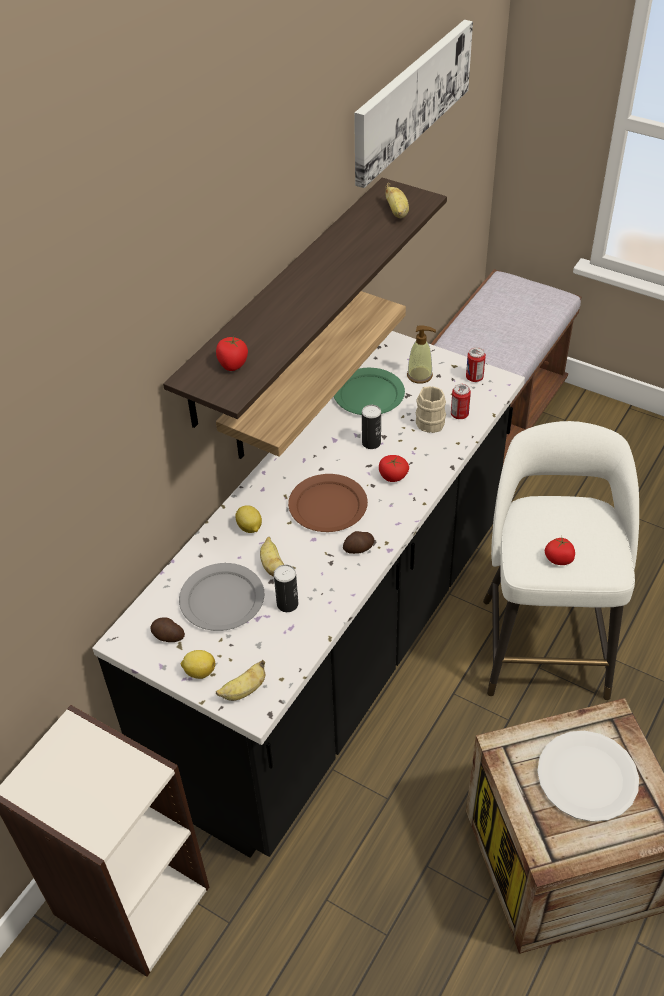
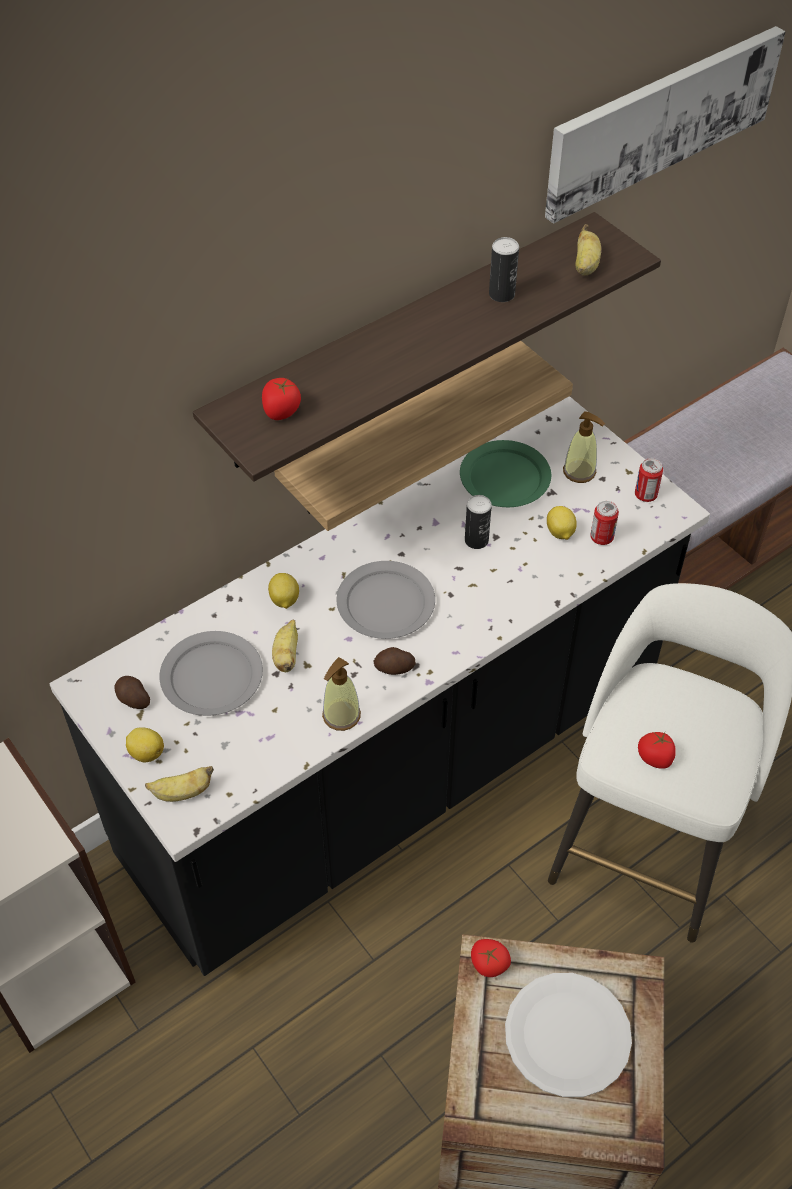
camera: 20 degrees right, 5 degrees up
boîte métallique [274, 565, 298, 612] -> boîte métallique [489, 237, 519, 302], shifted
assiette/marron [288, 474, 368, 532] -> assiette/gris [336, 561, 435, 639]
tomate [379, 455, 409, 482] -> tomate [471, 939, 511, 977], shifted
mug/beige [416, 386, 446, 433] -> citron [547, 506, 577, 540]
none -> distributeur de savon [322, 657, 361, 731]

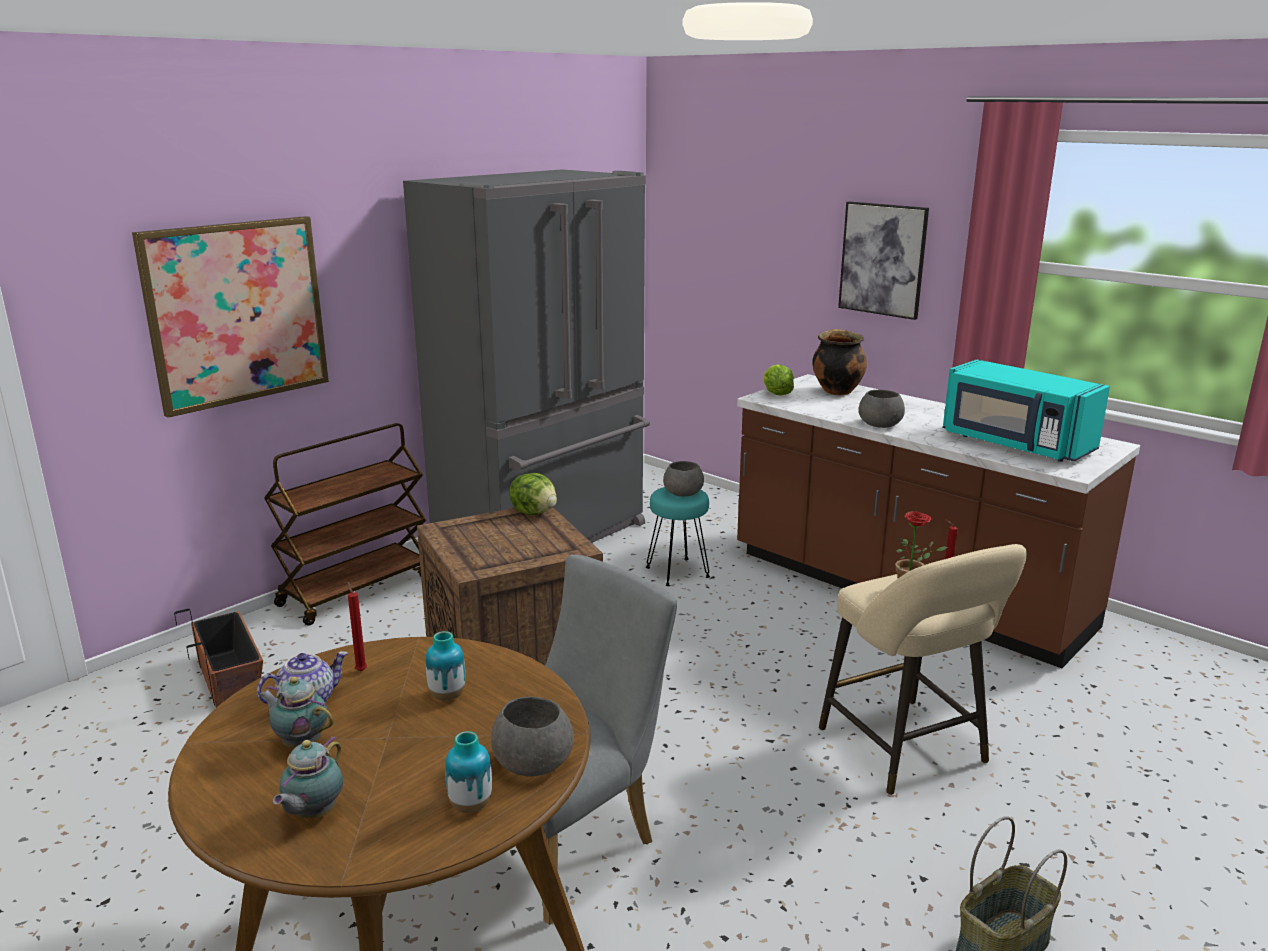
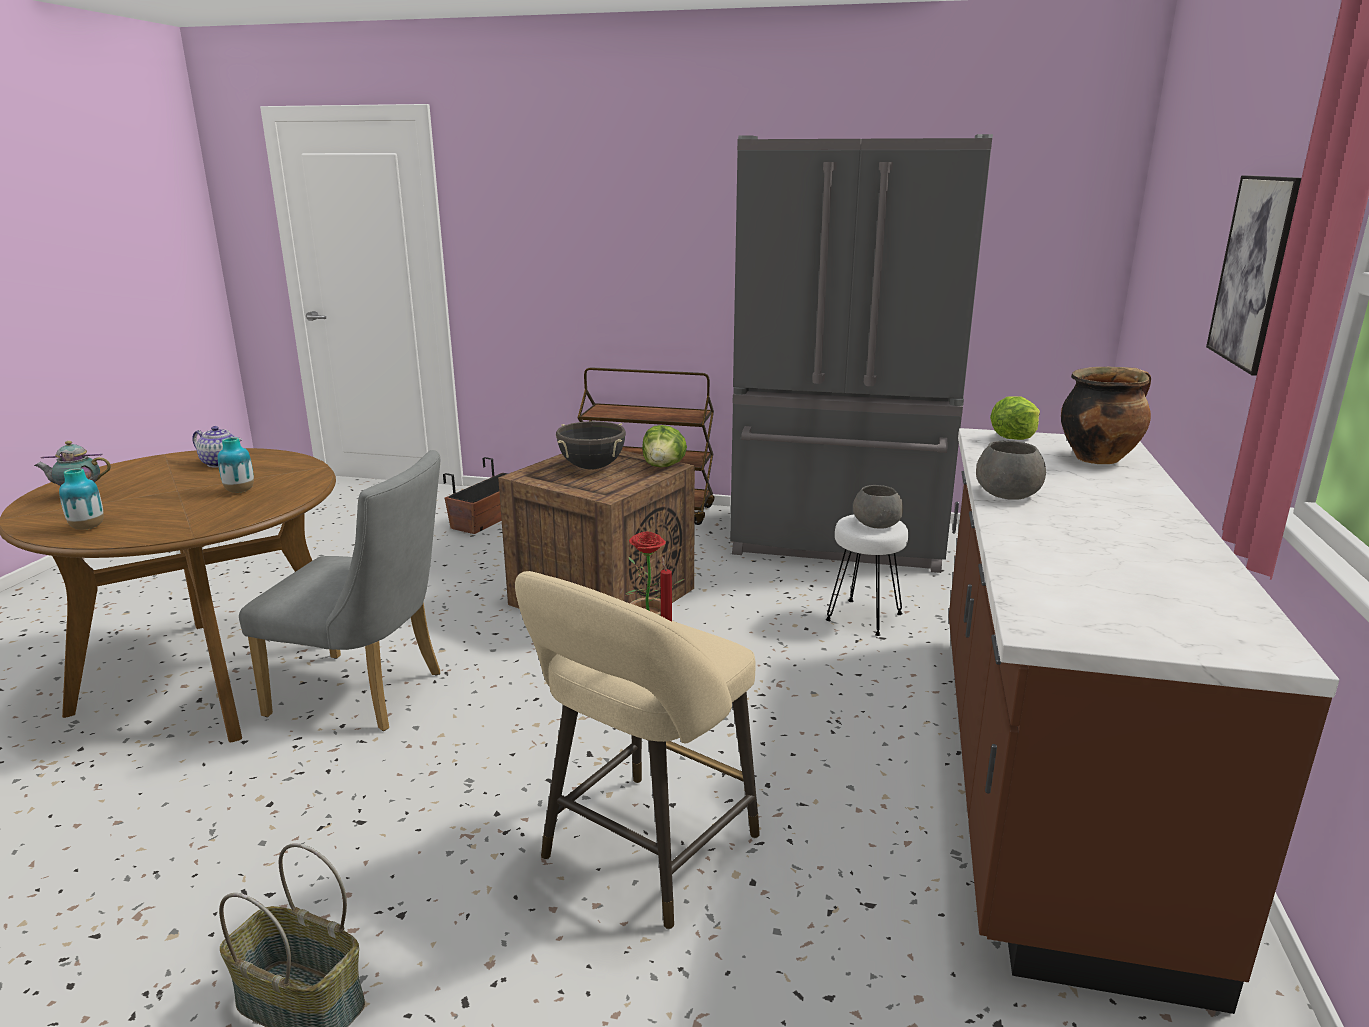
camera: 60 degrees right, 0 degrees up
tableau [132, 216, 329, 418] -> none
théière [259, 677, 333, 748] -> none
bougie/rouge [348, 582, 367, 671] -> none
bol/gris [491, 697, 573, 776] -> none
tabouret/turquoise [646, 487, 710, 586] -> tabouret/blanc [825, 514, 908, 636]
micro-ondes/turquoise [943, 360, 1110, 462] -> none
none -> marmite/noir [556, 421, 626, 470]

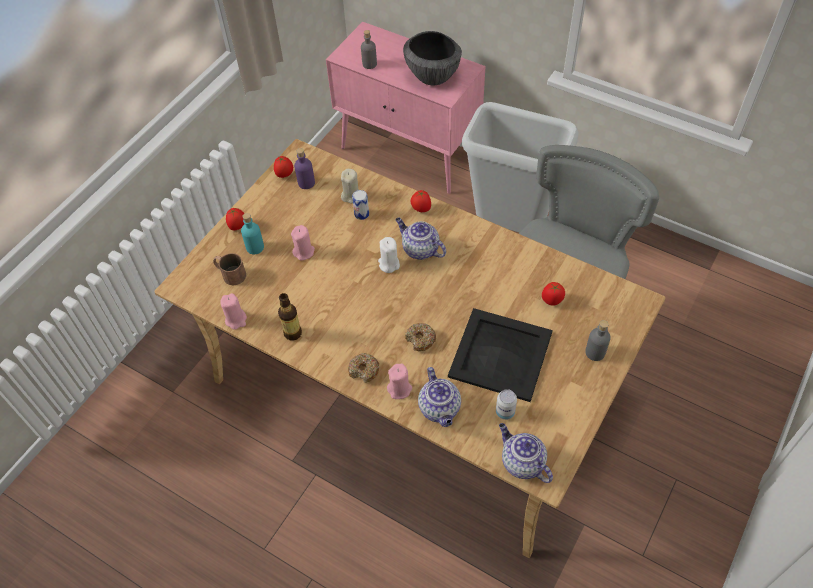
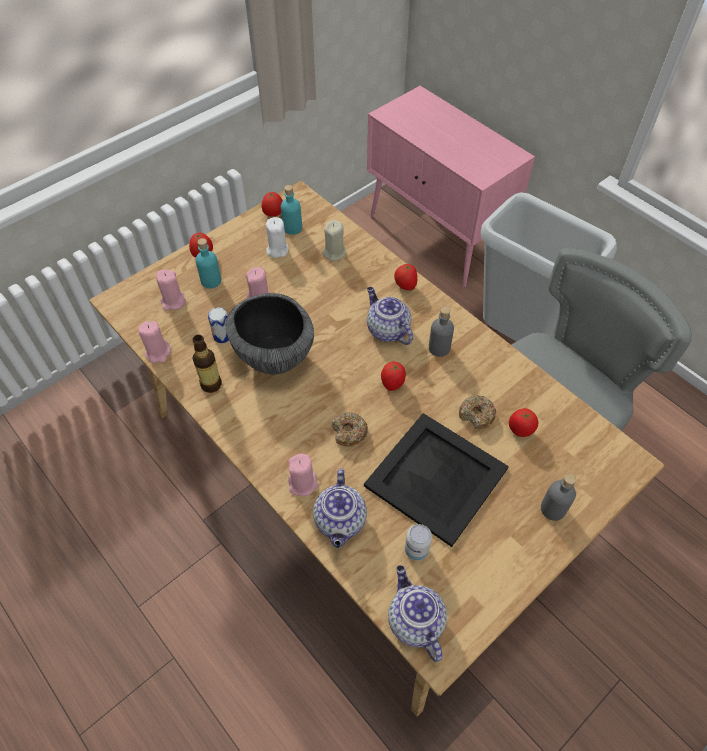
camera: 15 degrees right, 0 degrees up
mug/marron [213, 253, 246, 285] -> bougie/rose [156, 269, 186, 310]
bouteille/violet [294, 148, 315, 189] -> bouteille/turquoise [281, 185, 302, 235]
beignet [348, 353, 379, 383] -> beignet [459, 395, 496, 429], shifted
boîte métallique [352, 190, 369, 220] -> boîte métallique [208, 307, 229, 343], shifted
bouteille/gris [361, 30, 377, 69] -> bouteille/gris [429, 306, 454, 357], shifted
bougie/blanc [378, 237, 400, 273] -> bougie/blanc [266, 217, 289, 258], shifted
bol [403, 31, 462, 85] -> bol [226, 293, 314, 375], shifted
none -> tomate [381, 362, 406, 391]

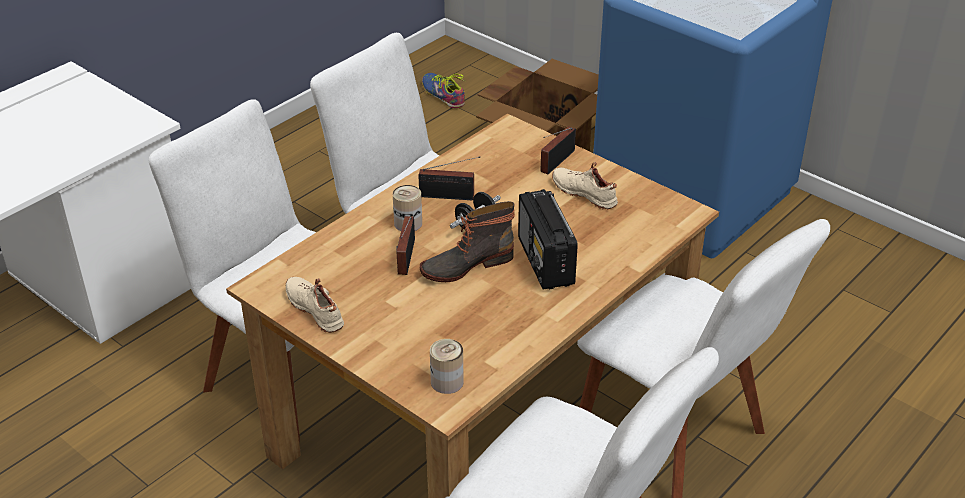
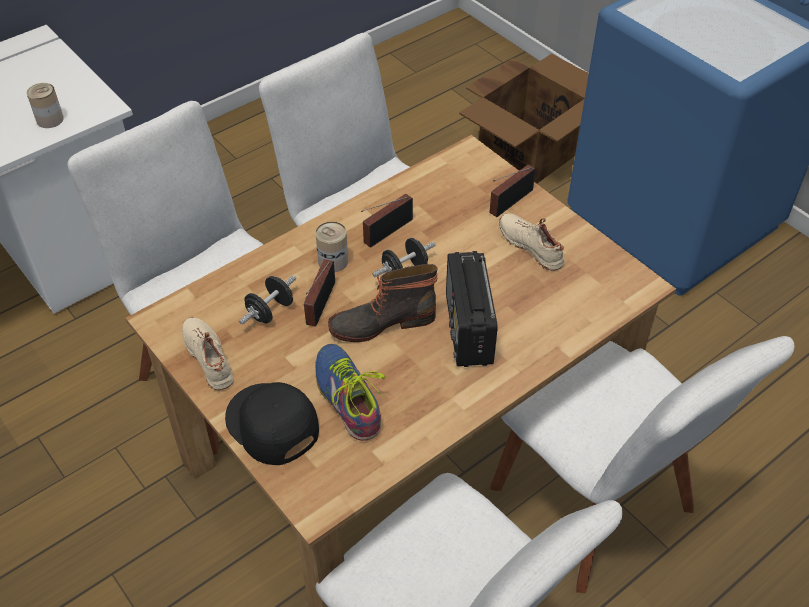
camera: 10 degrees right, 10 degrees up
radio [418, 157, 480, 200] -> radio [361, 194, 413, 248], 120 degrees clockwise
chaussure [422, 73, 465, 108] -> chaussure [315, 344, 386, 441], shifted
boîte métallique [430, 339, 464, 394] -> boîte métallique [27, 83, 64, 128], shifted
none -> casquette/noir [225, 382, 319, 465]
none -> haltère/noir [239, 275, 296, 324]

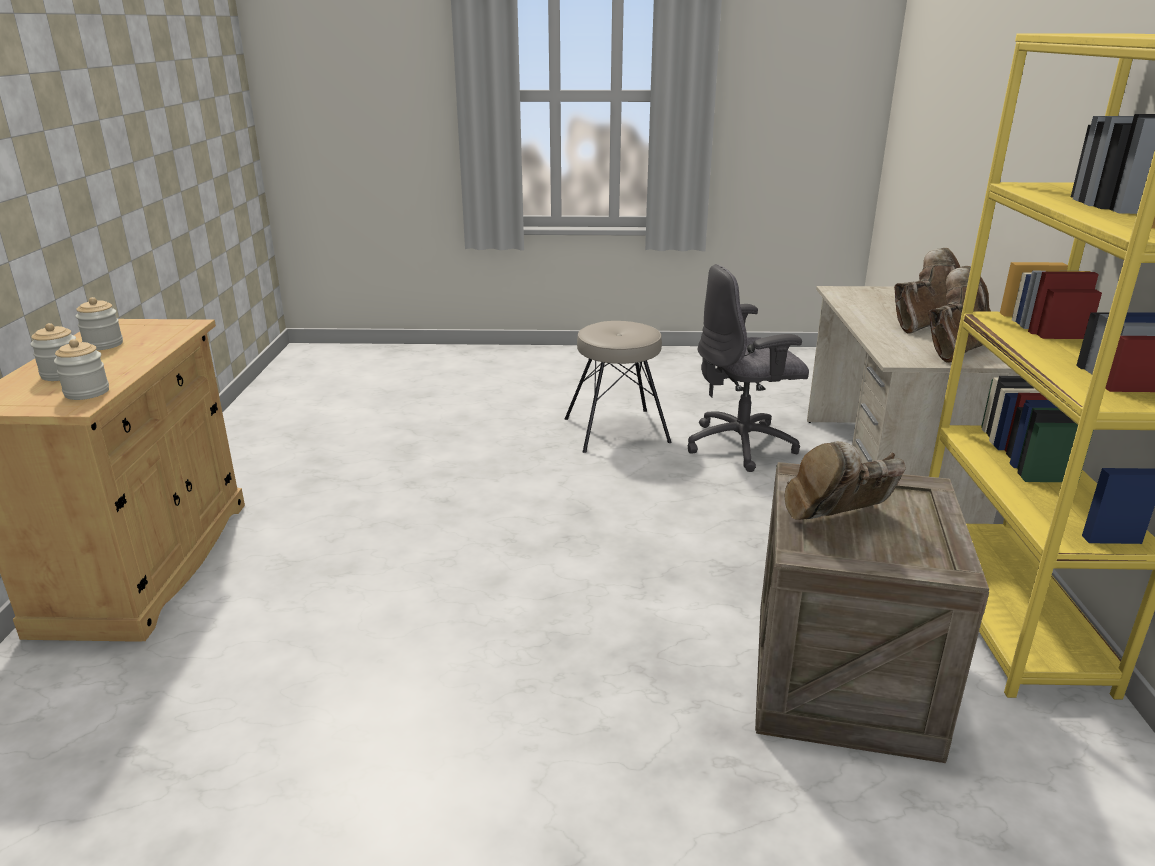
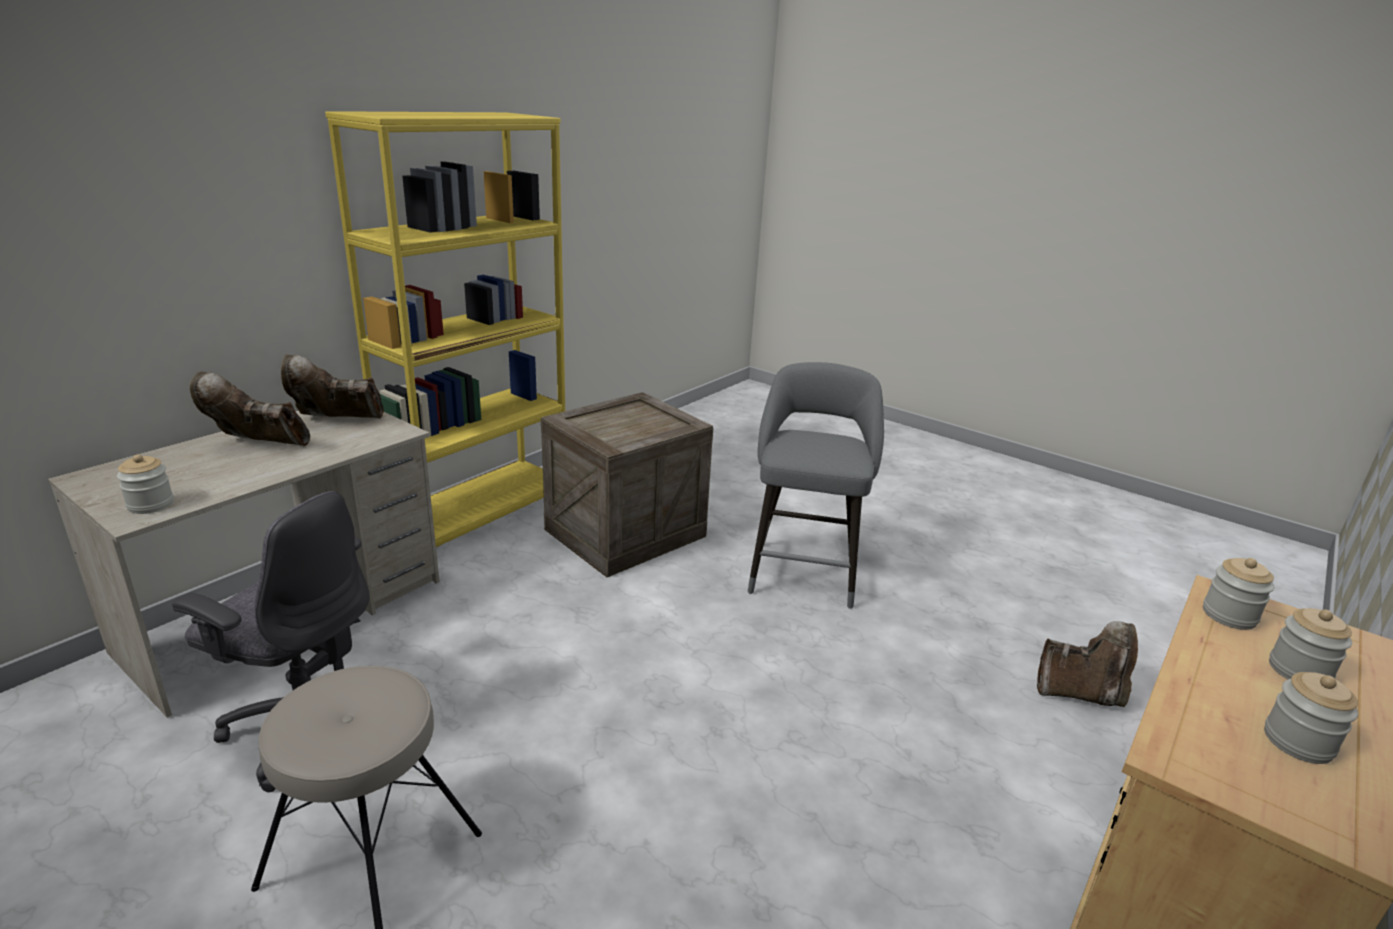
camera: 145 degrees left, 0 degrees up
botte/marron [785, 441, 906, 520] -> botte/marron [1037, 621, 1138, 707], shifted
none -> bocal [117, 454, 174, 514]
none -> tabouret/gris [748, 362, 884, 609]

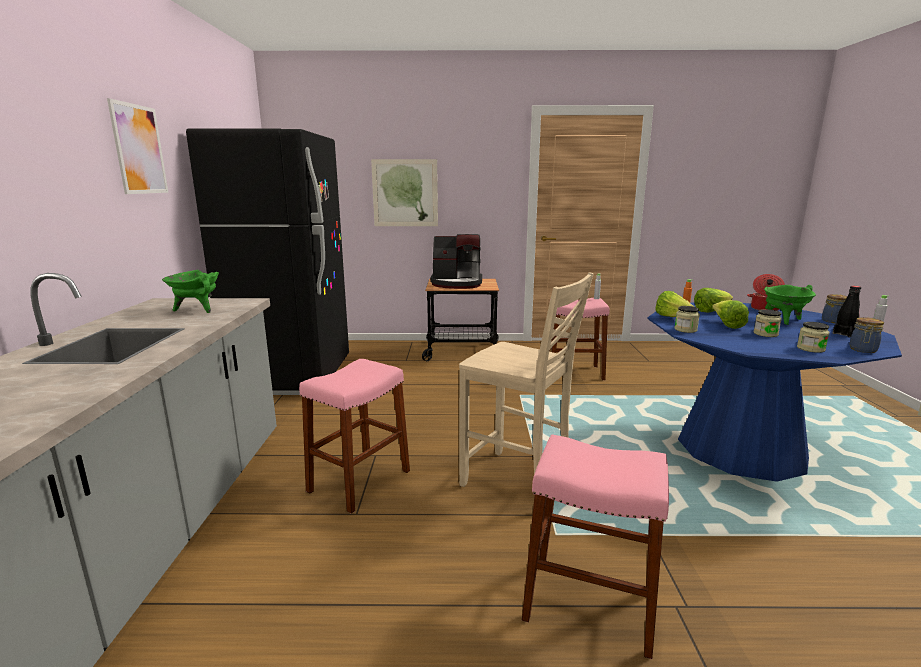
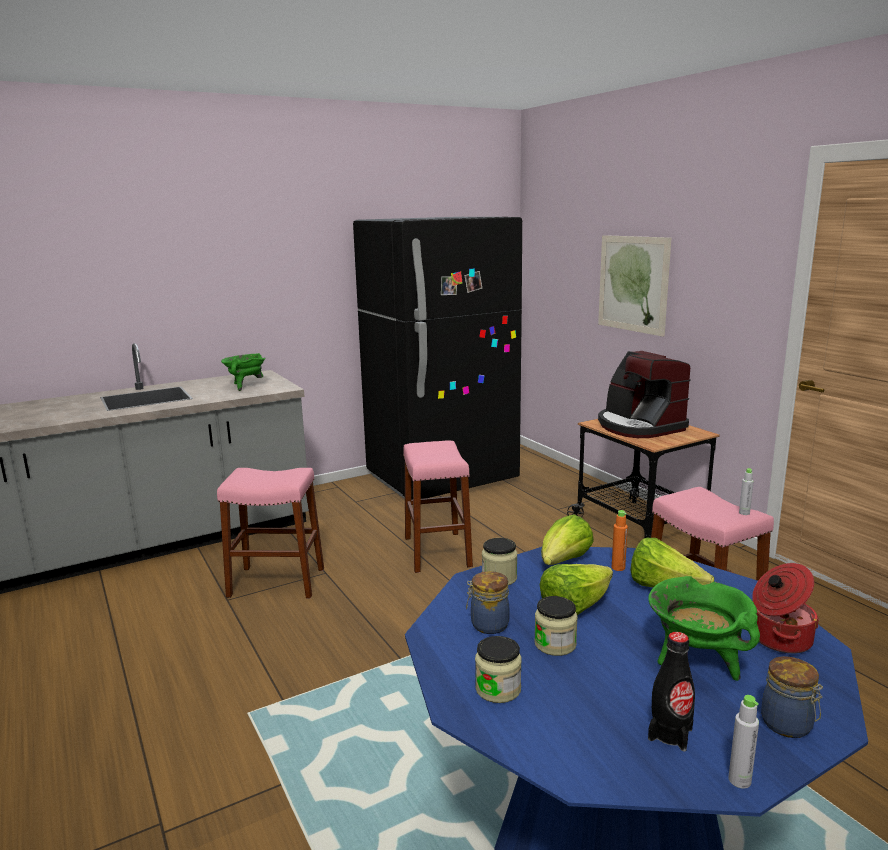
camera: 60 degrees right, 0 degrees up
tableau [107, 98, 169, 194] -> none
chaise/beige [459, 272, 594, 487] -> none
tabouret/rose [522, 434, 669, 659] -> tabouret/rose [403, 440, 473, 573], shifted
bocal [849, 317, 884, 353] -> bocal [466, 571, 510, 634], shifted

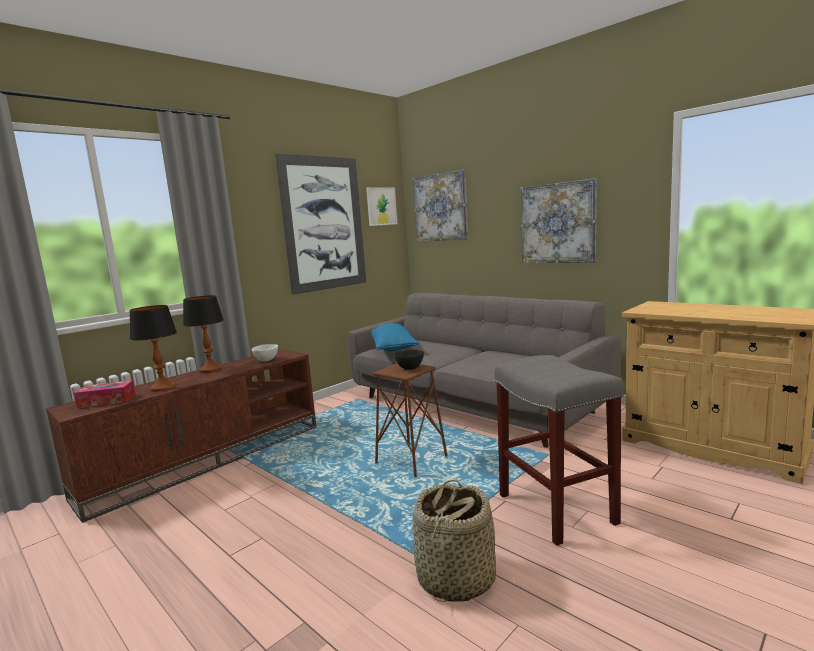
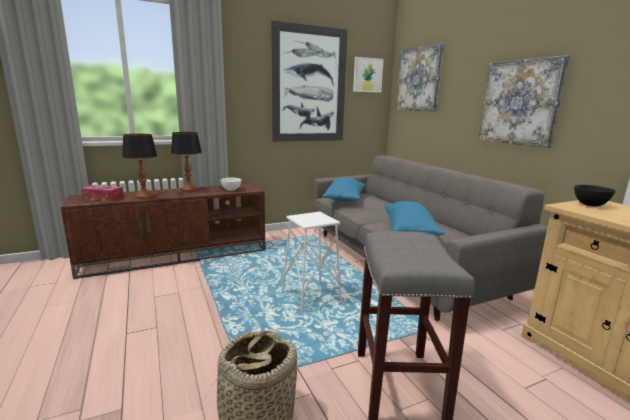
camera: 20 degrees right, 5 degrees up
tabouret/marron [373, 363, 448, 477] -> tabouret/blanc [282, 212, 342, 313]
bol/noir [394, 349, 424, 370] -> bol/noir [574, 185, 615, 207], shifted
none -> coussin/bleu [384, 201, 445, 236]

